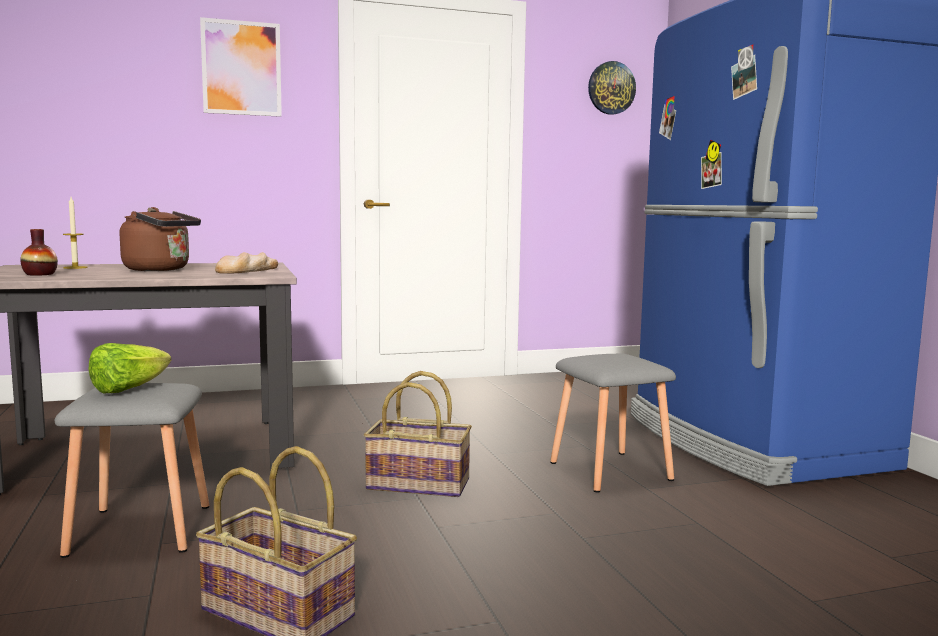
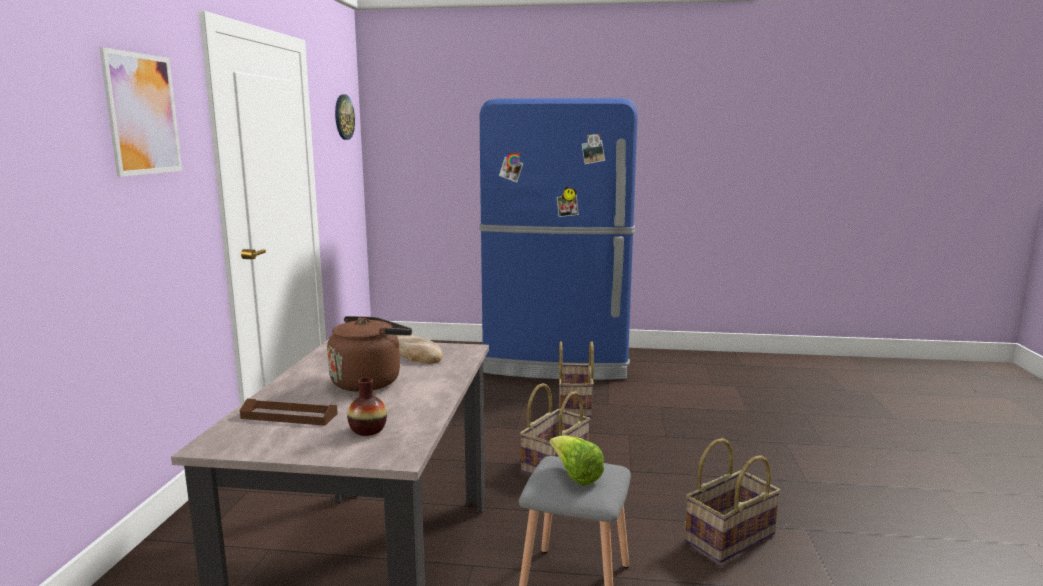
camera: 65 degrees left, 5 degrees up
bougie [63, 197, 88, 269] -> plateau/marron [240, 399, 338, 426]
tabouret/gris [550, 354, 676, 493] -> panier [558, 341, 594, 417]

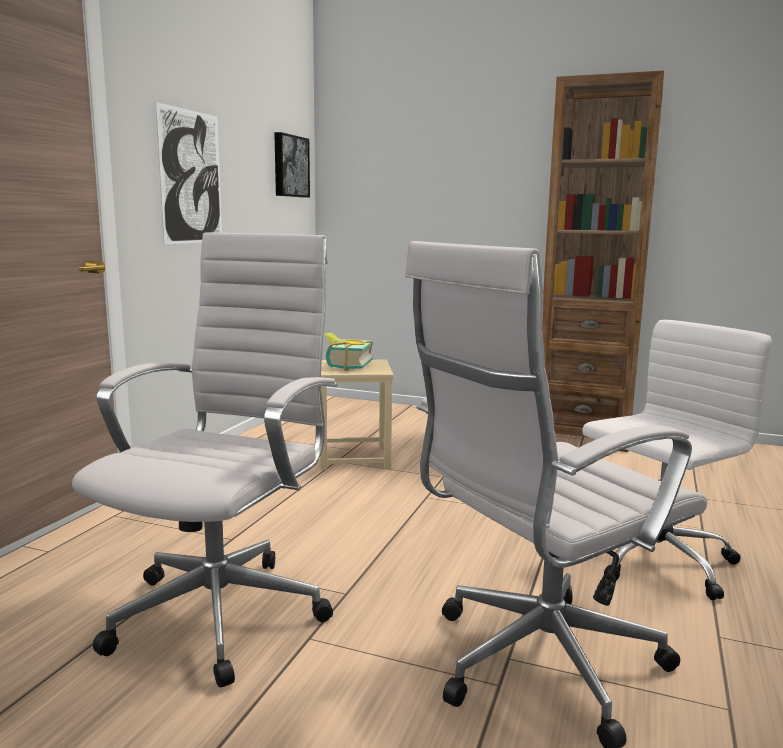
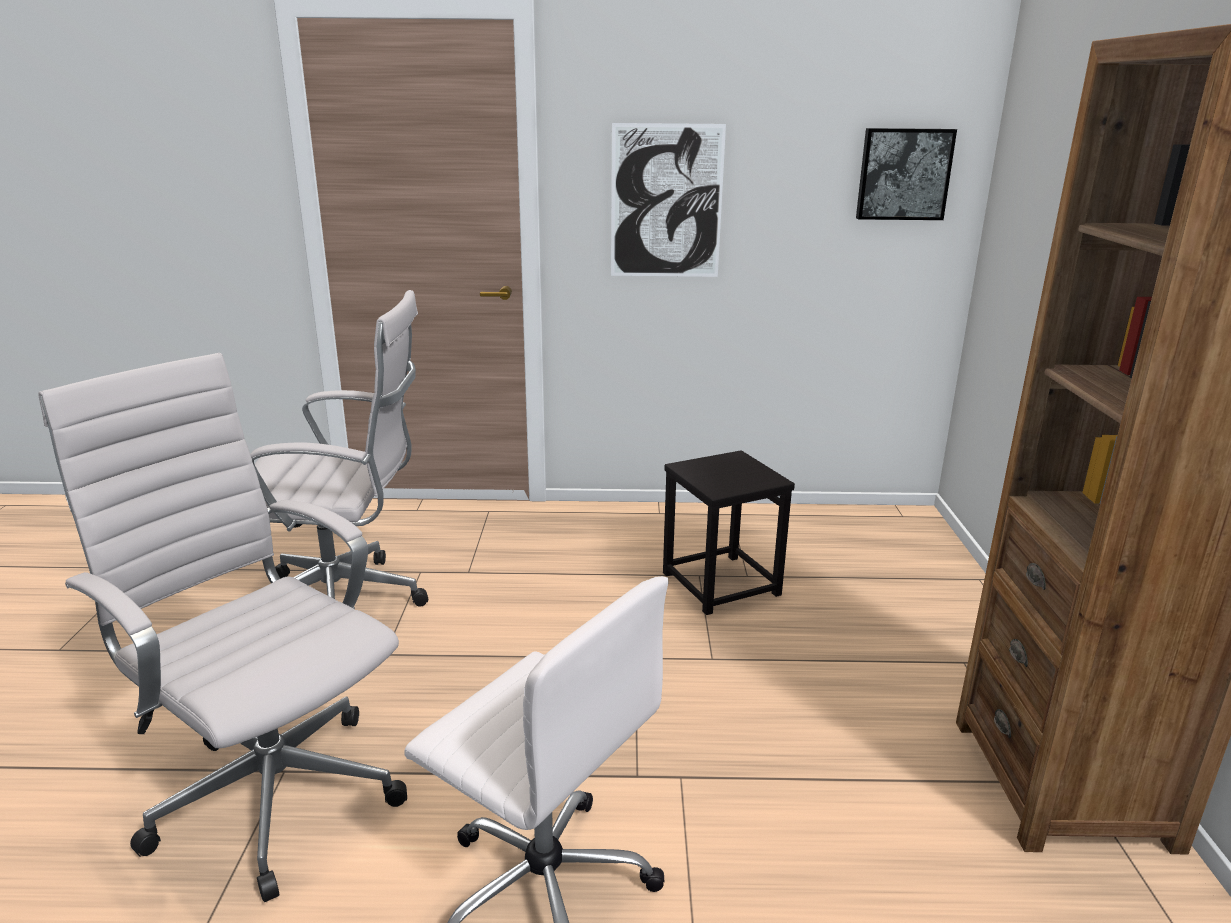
camera: 70 degrees right, 10 degrees up
tabouret/beige [320, 360, 394, 470] -> tabouret/noir [663, 450, 795, 615]
livre [324, 332, 373, 371] -> none

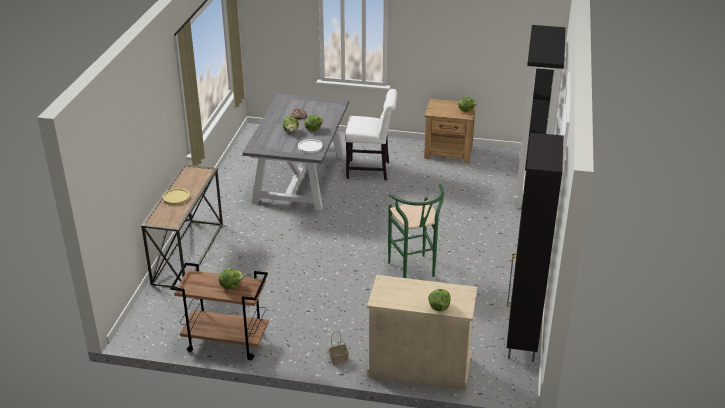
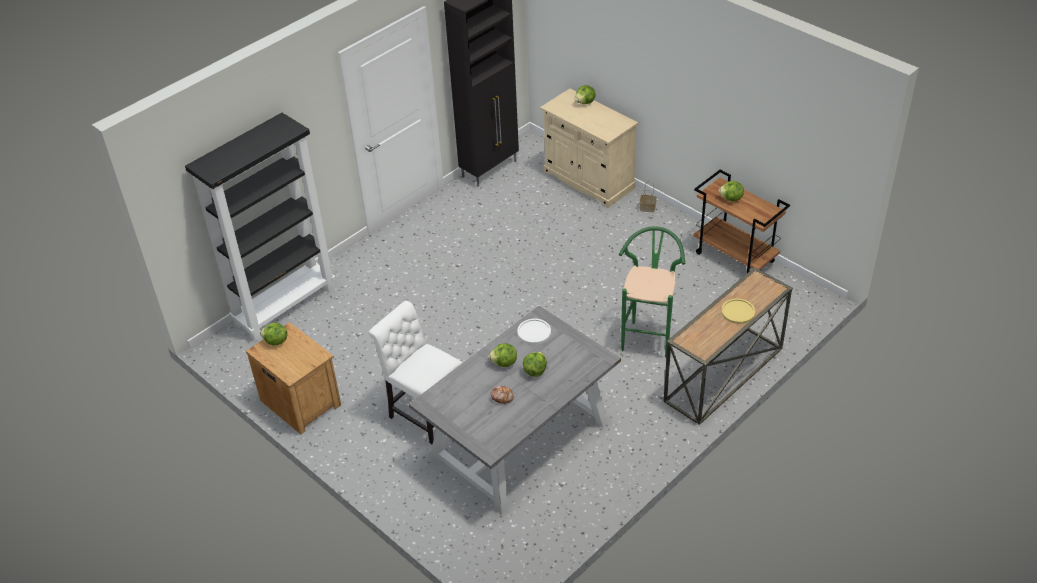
camera: 145 degrees left, 10 degrees up
tabouret/vert [388, 184, 444, 278] -> tabouret/vert [619, 226, 685, 358], shifted

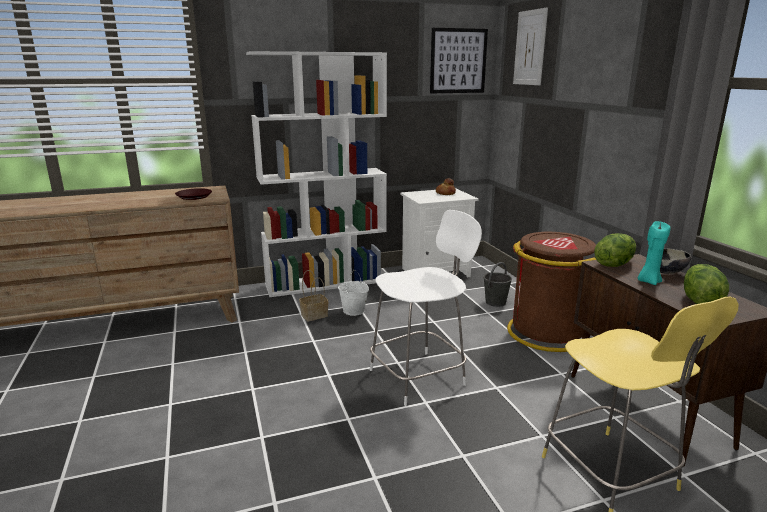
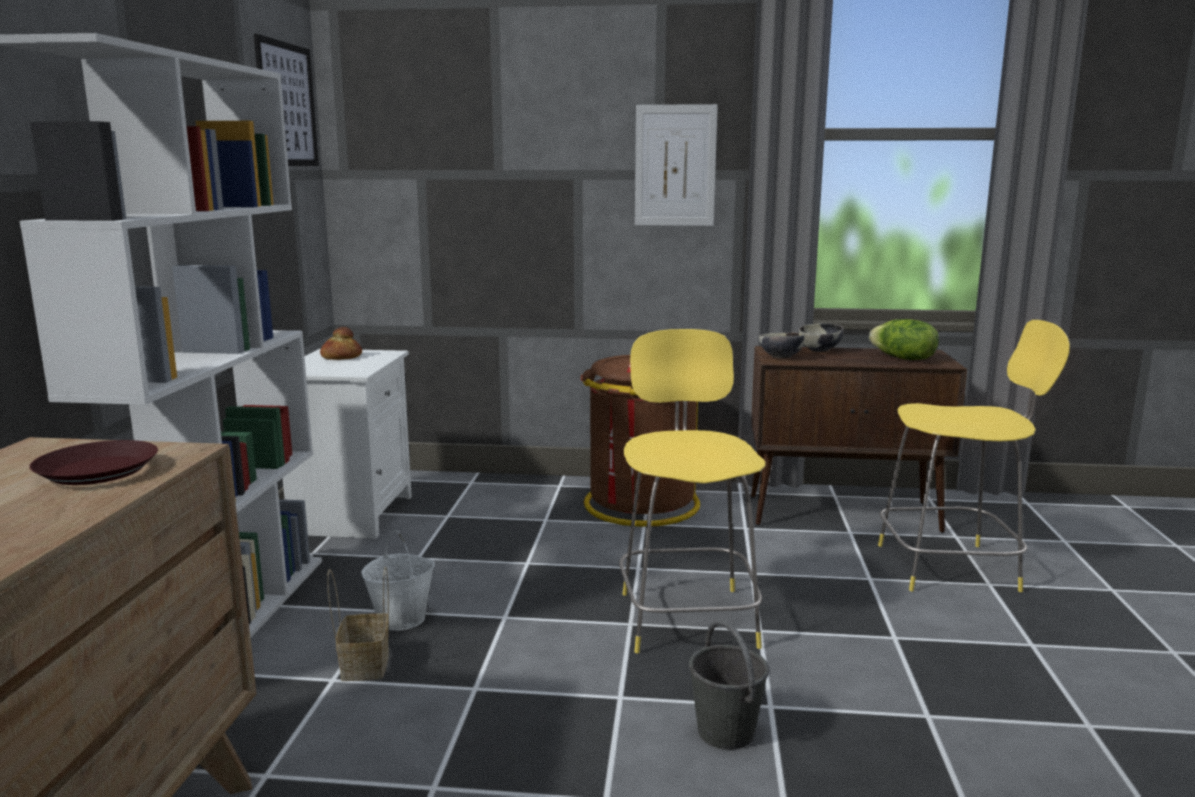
camera: 65 degrees left, 5 degrees down
tabouret/blanc [370, 210, 482, 406] -> tabouret/jaune [619, 329, 766, 653]
seau/gris [483, 262, 512, 307] -> seau/gris [689, 619, 769, 750], shifted
tableau [513, 7, 548, 85] -> tableau [635, 104, 718, 226], shifted
laitue [594, 233, 636, 267] -> bol [759, 332, 805, 358]
bougie/turquoise [638, 221, 670, 285] -> none

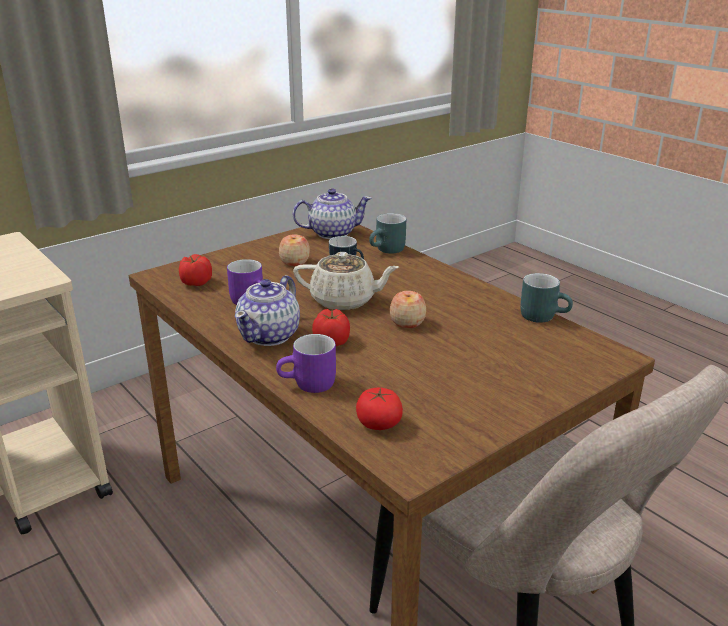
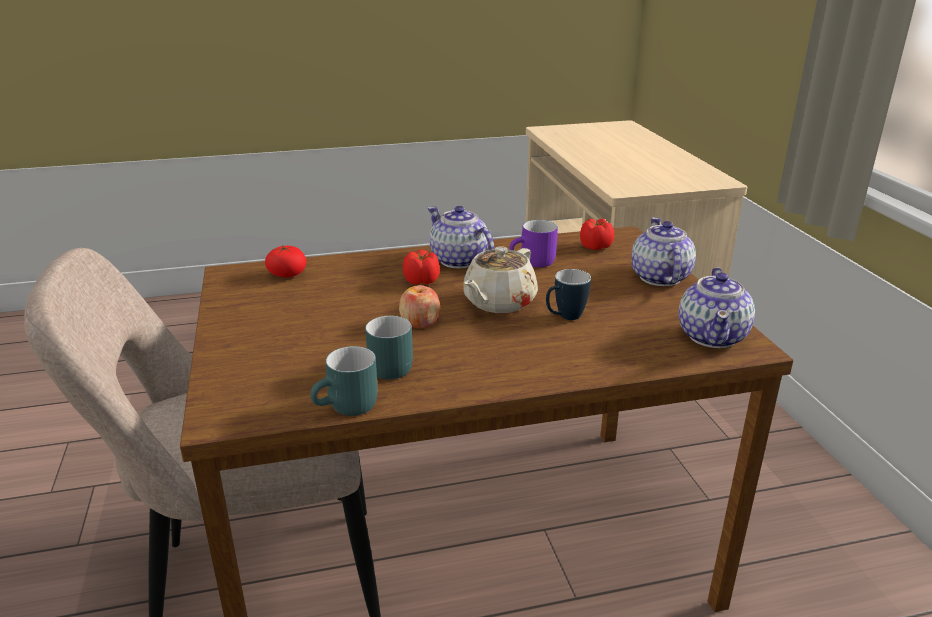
camera: 115 degrees right, 0 degrees up
mug/violet [276, 334, 336, 393] -> none
pomme [279, 234, 310, 266] -> none
mug/turquoise [369, 213, 406, 254] -> mug/turquoise [365, 316, 413, 380], shifted
none -> théière [631, 217, 696, 286]

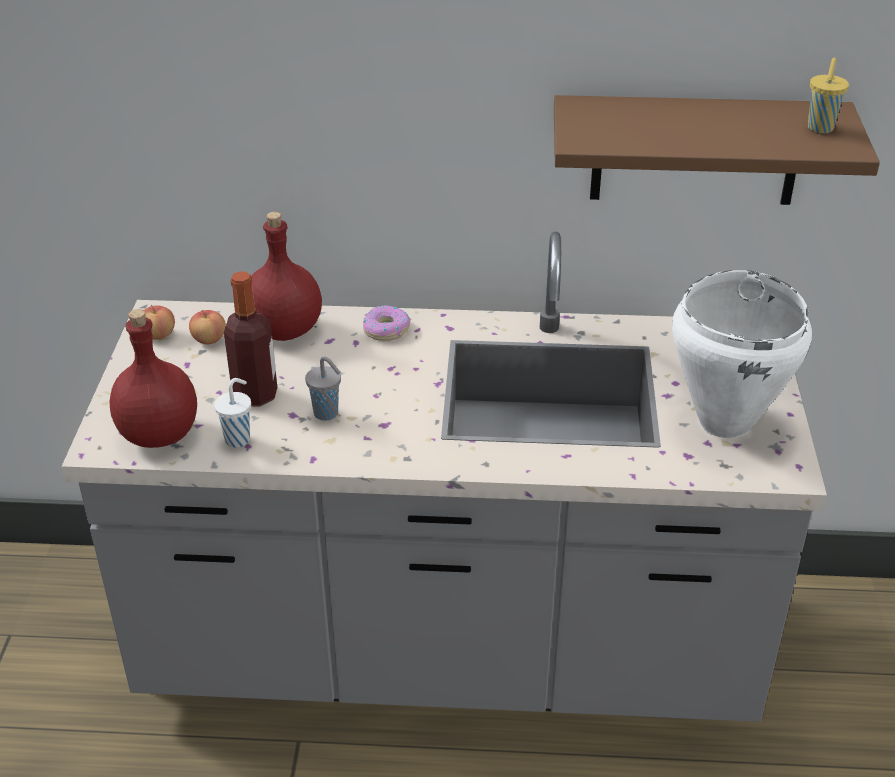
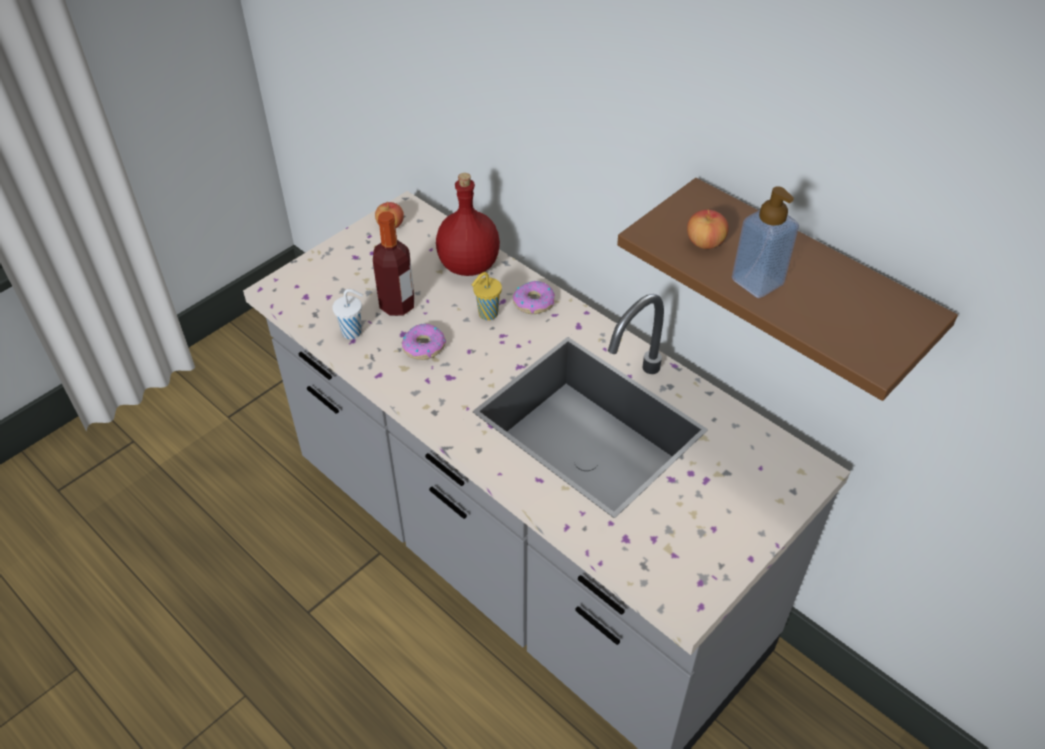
camera: 40 degrees right, 10 degrees up
bouteille/rouge [109, 309, 197, 448] -> none
pomme [189, 310, 226, 344] -> pomme [687, 210, 728, 249], shifted
tasse/gris [305, 356, 341, 421] -> beignet [402, 324, 446, 360]
marmite/blanc [672, 270, 812, 438] -> none
tasse/jaune [808, 57, 849, 133] -> tasse/jaune [472, 272, 502, 320], shifted
none -> distributeur de savon [732, 186, 799, 298]

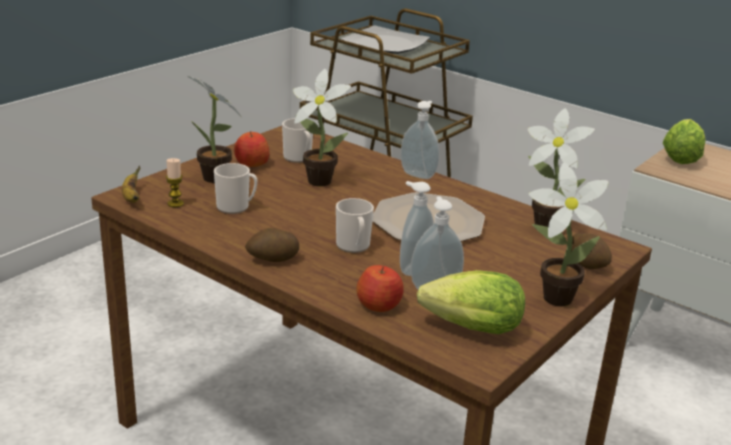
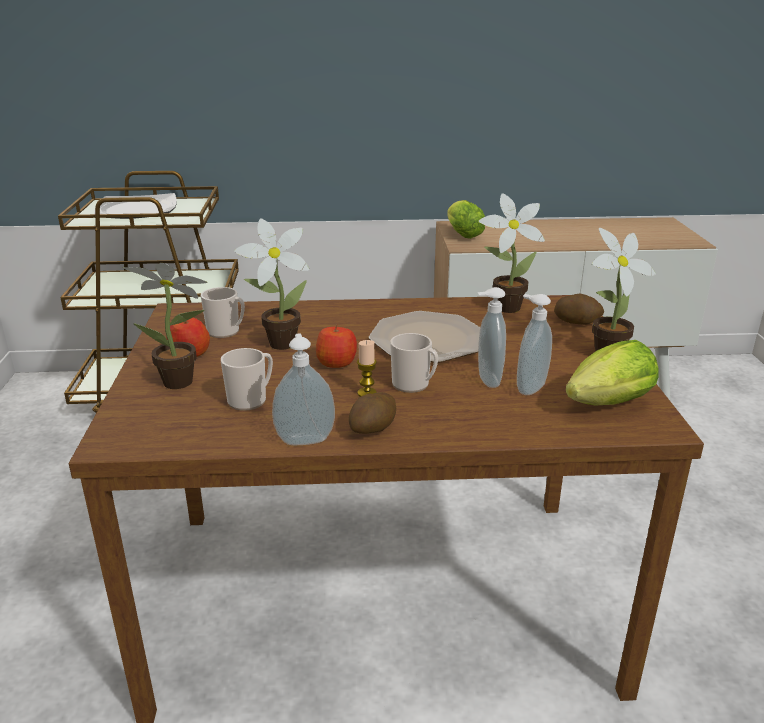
camera: 40 degrees left, 0 degrees up
banane [122, 166, 140, 203] -> none
bougie [166, 158, 184, 207] -> bougie [357, 340, 377, 397], shifted
pomme [356, 265, 404, 312] -> pomme [316, 324, 357, 368], shifted
distributeur de savon [401, 101, 439, 179] -> distributeur de savon [272, 333, 335, 445], shifted

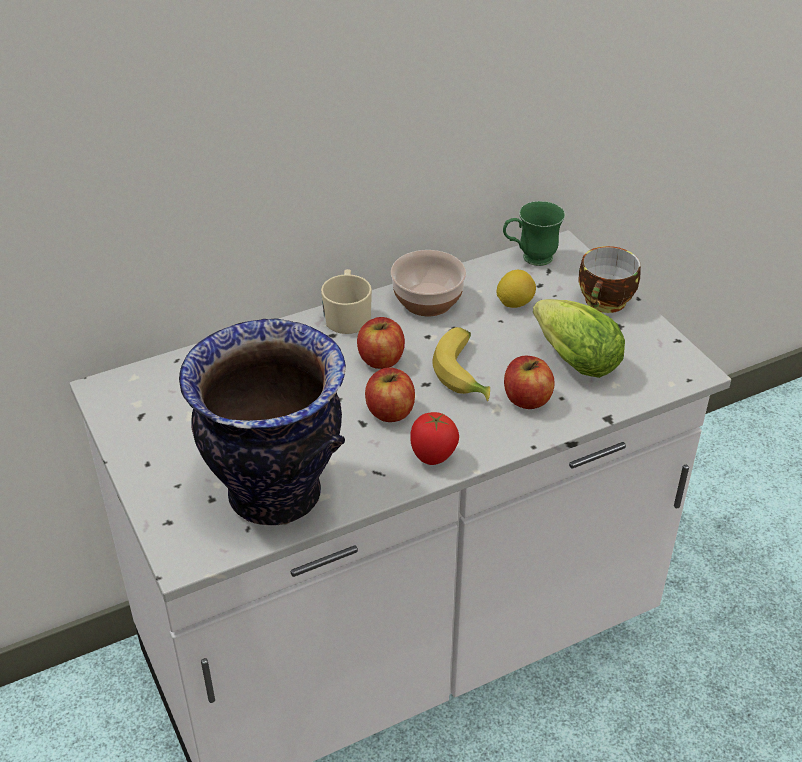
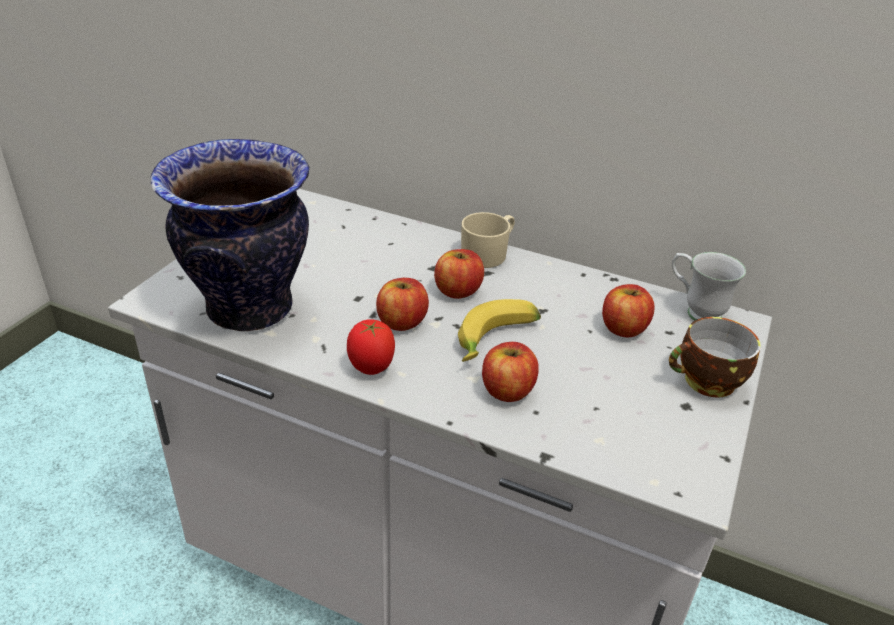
camera: 50 degrees right, 5 degrees down
bol [391, 250, 466, 316] -> none
citron [496, 270, 536, 308] -> pomme [602, 284, 655, 337]
mug/vert [503, 201, 565, 266] -> mug/blanc [672, 252, 746, 321]
laitue [533, 299, 625, 378] -> none

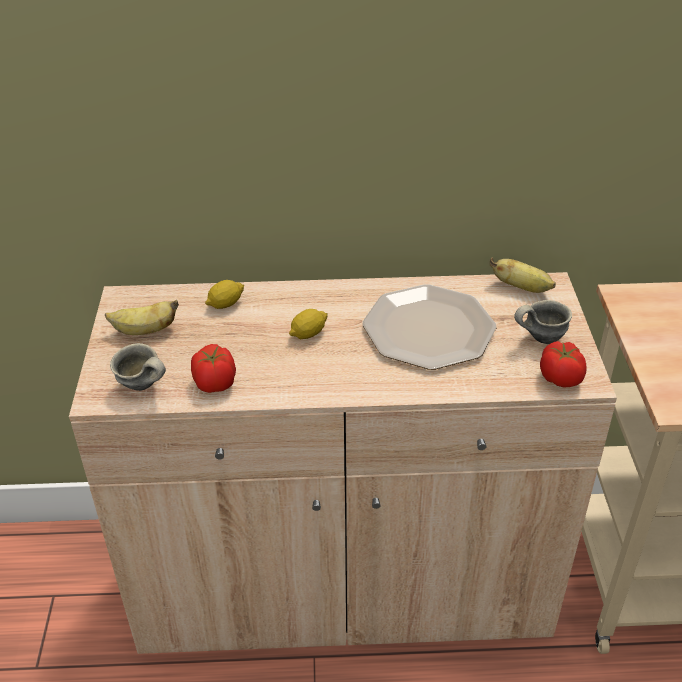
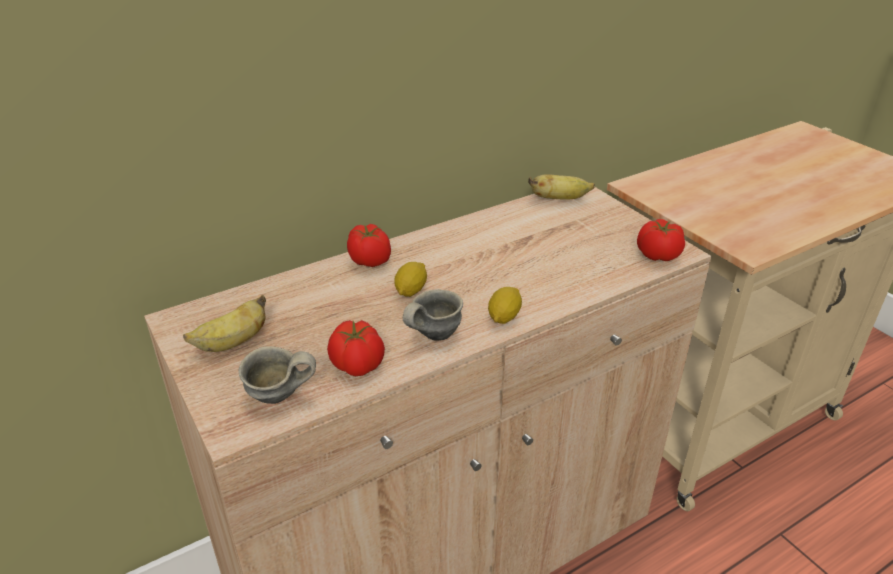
camera: 30 degrees left, 5 degrees down
citron [205, 280, 244, 309] -> citron [488, 287, 522, 324], shifted
assiette [363, 284, 497, 370] -> none
mug/gris [514, 300, 572, 344] -> mug/gris [403, 289, 463, 340], shifted
none -> tomate [347, 224, 391, 267]

